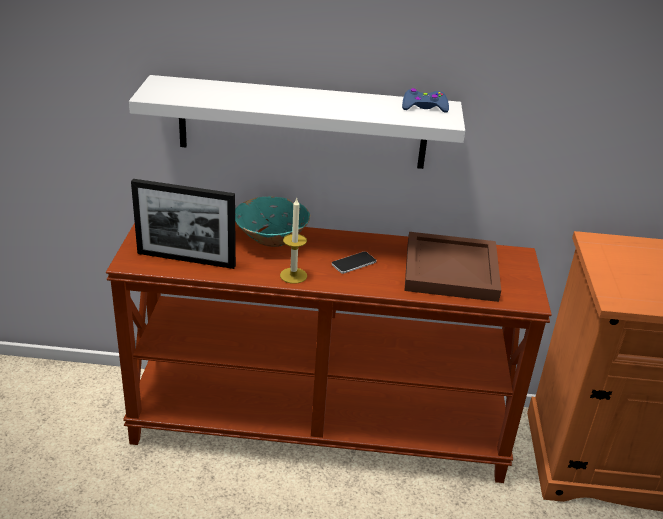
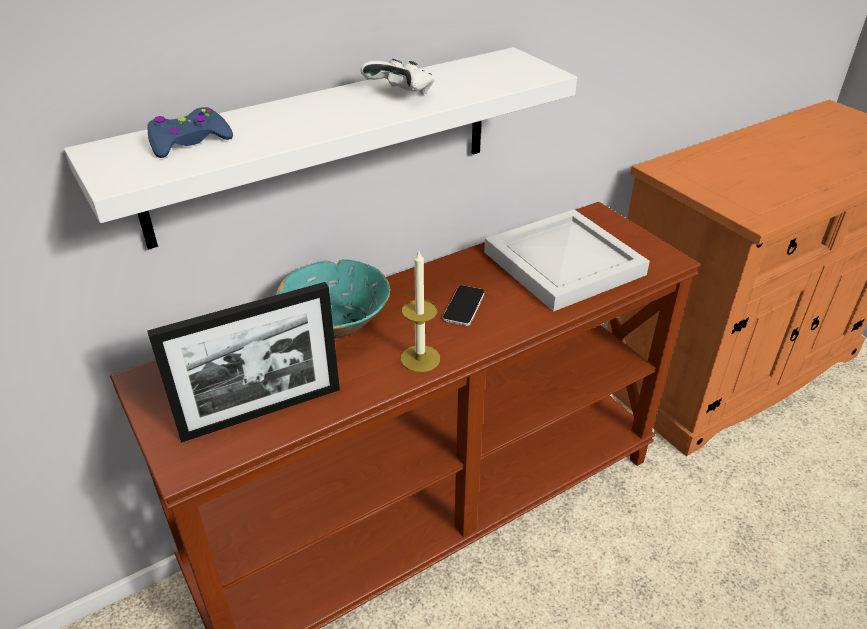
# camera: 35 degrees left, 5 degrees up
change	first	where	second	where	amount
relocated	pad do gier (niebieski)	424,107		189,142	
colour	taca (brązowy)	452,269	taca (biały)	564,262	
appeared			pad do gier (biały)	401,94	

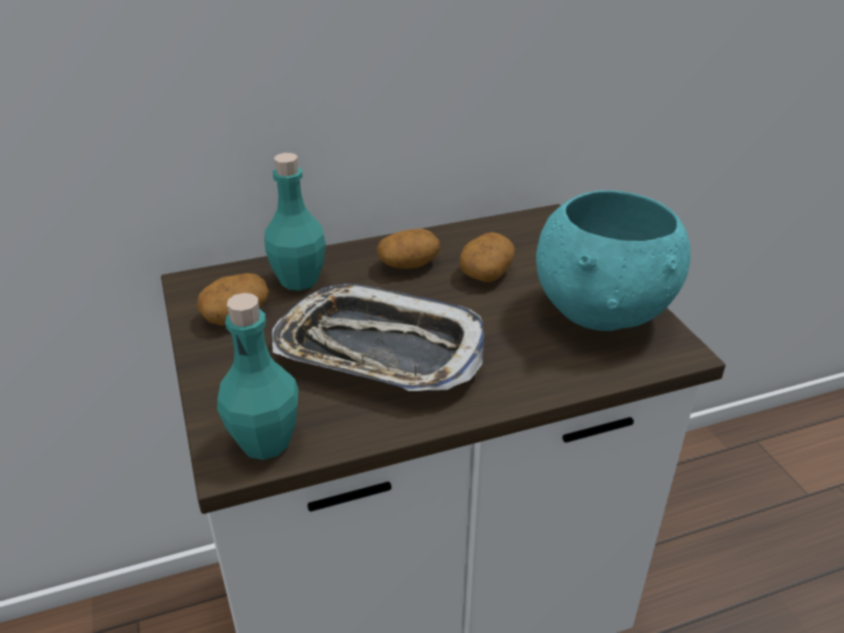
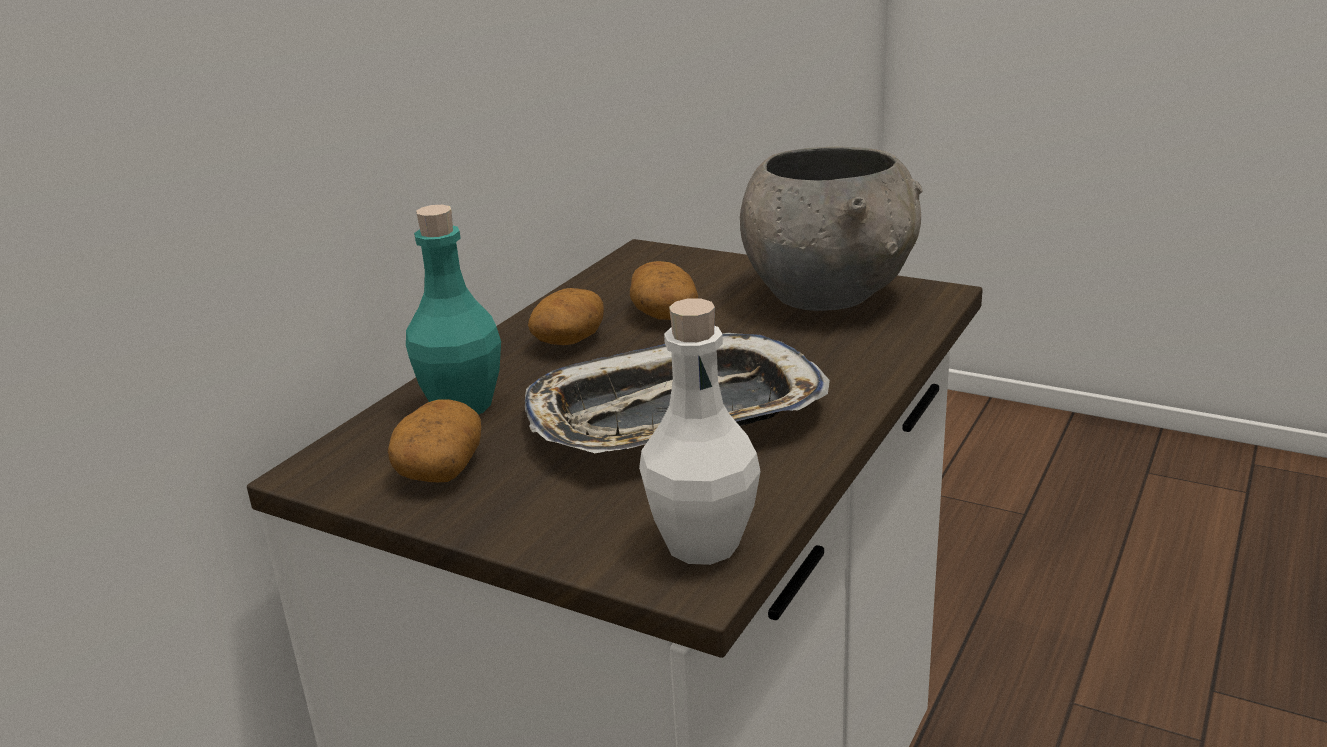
# camera: 40 degrees left, 10 degrees down
change	first	where	second	where	amount
colour	butelka (turkusowy)	265,442	butelka (biały)	702,544	
colour	miska (turkusowy)	603,313	miska (szary)	828,296	

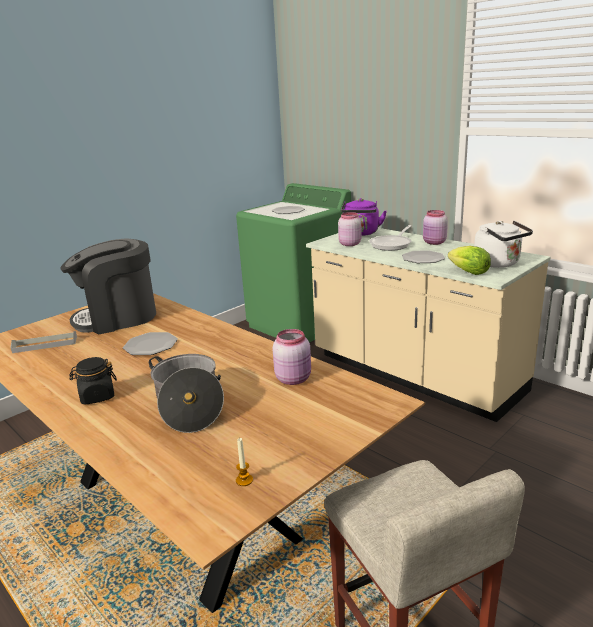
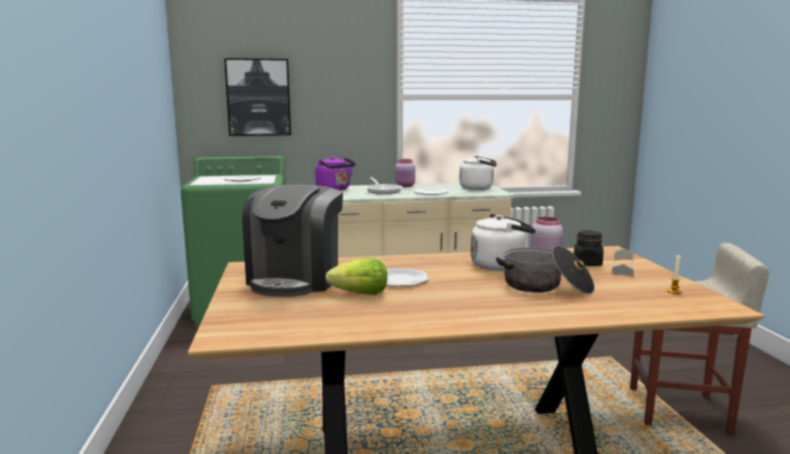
# camera: 55 degrees left, 10 degrees down
change	first	where	second	where	amount
relocated	taca (szary)	45,344		622,266	
relocated	słoik (czarny)	97,396		587,263	
missing	słoik (różowy)	349,244			
relocated	sałata	469,272		360,294	
appeared			obraz	258,97	
appeared			czajnik (biały)	500,265	

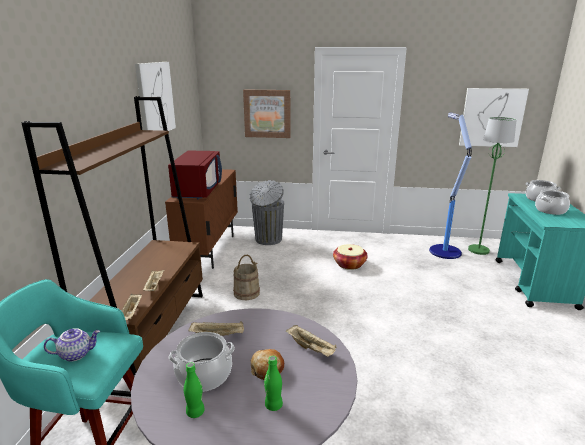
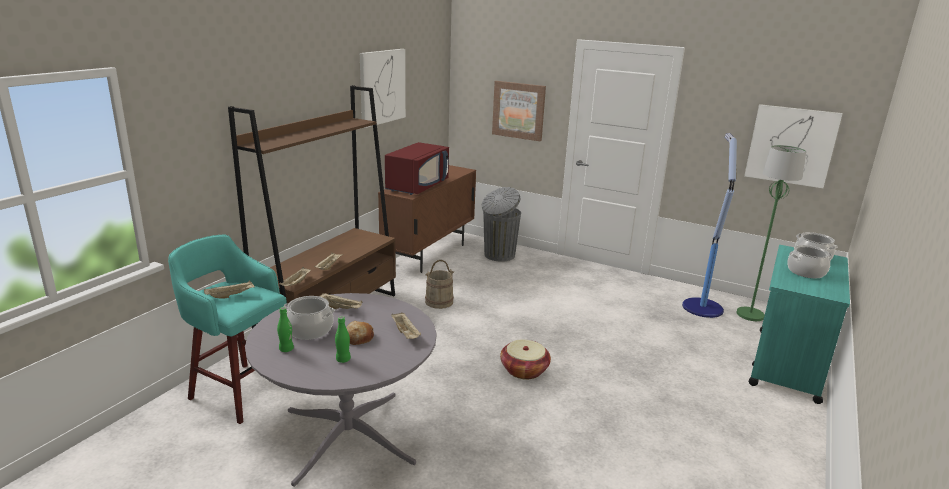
# camera: 20 degrees right, 0 degrees up
change	first	where	second	where	amount
exchanged	imbryk	76,354	taca (beżowy)	231,295	
relocated	koszyk	349,264		524,370	

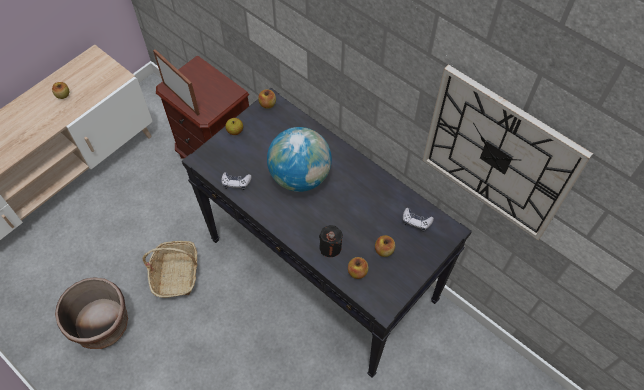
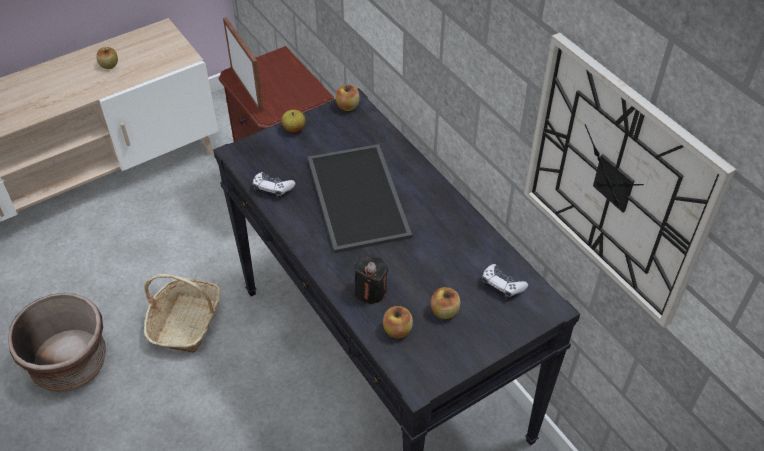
# camera: 15 degrees right, 10 degrees down
change	first	where	second	where	amount
exchanged	globus	300,177	taca	360,198	

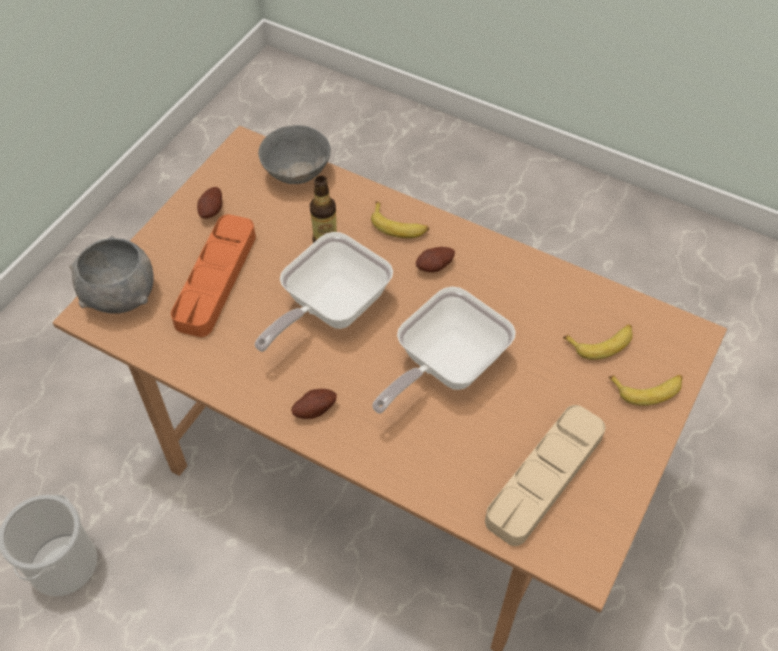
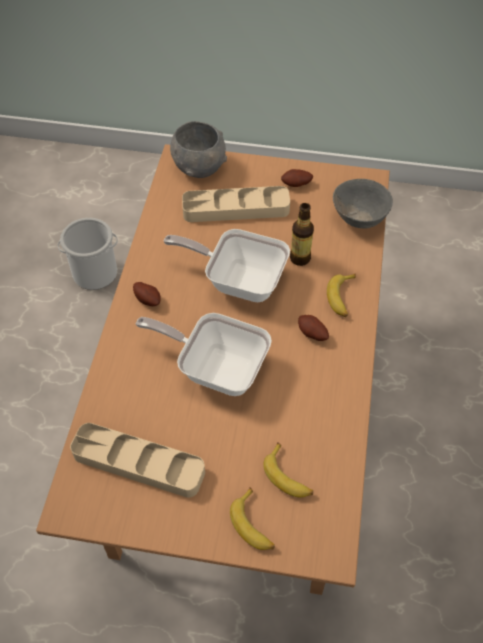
# camera: 70 degrees right, 0 degrees up
change	first	where	second	where	amount
colour	taca (pomarańczowy)	216,279	taca (beżowy)	236,208	

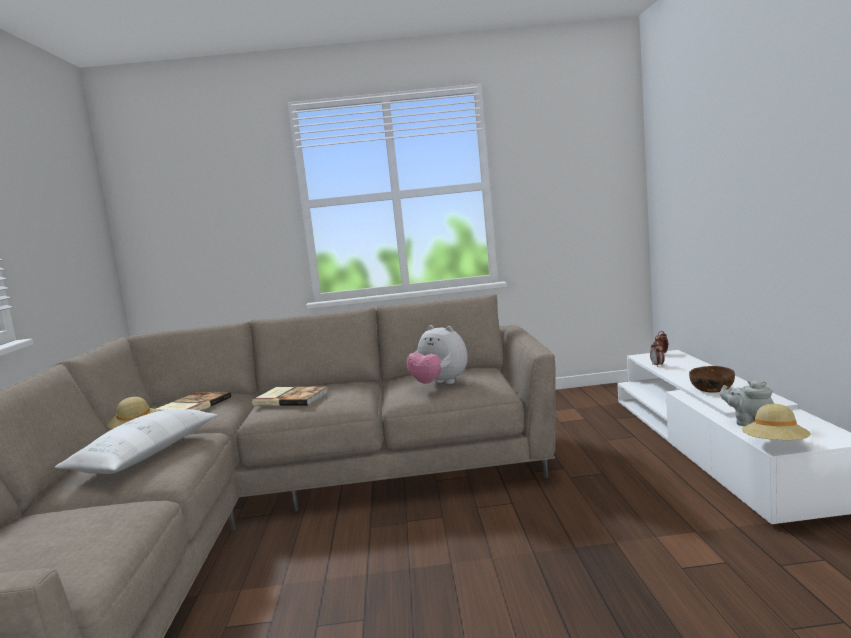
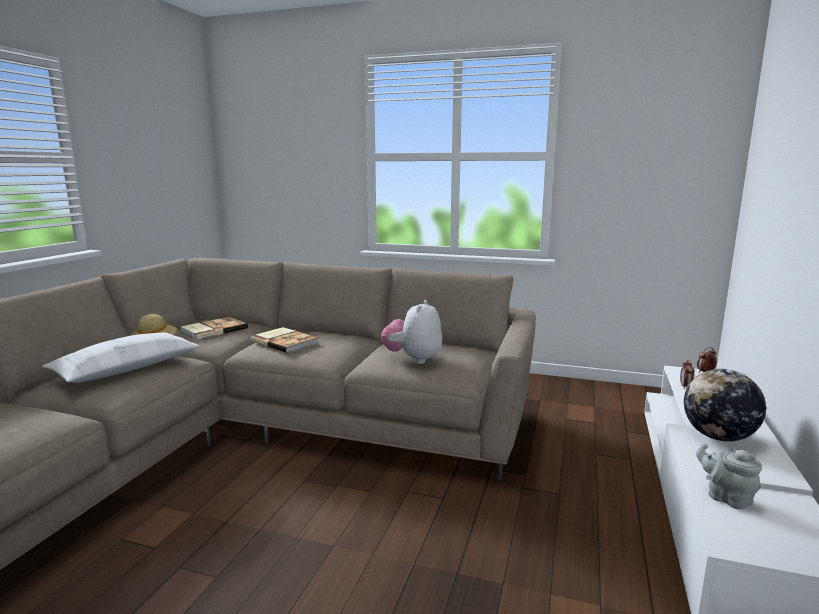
# camera: 20 degrees right, 5 degrees up
change	first	where	second	where	amount
spun	pluszak	439,384		413,359	45 degrees clockwise
exchanged	miska (brązowy)	711,389	globus	718,437	
missing	kapelusz (beżowy)	775,446			

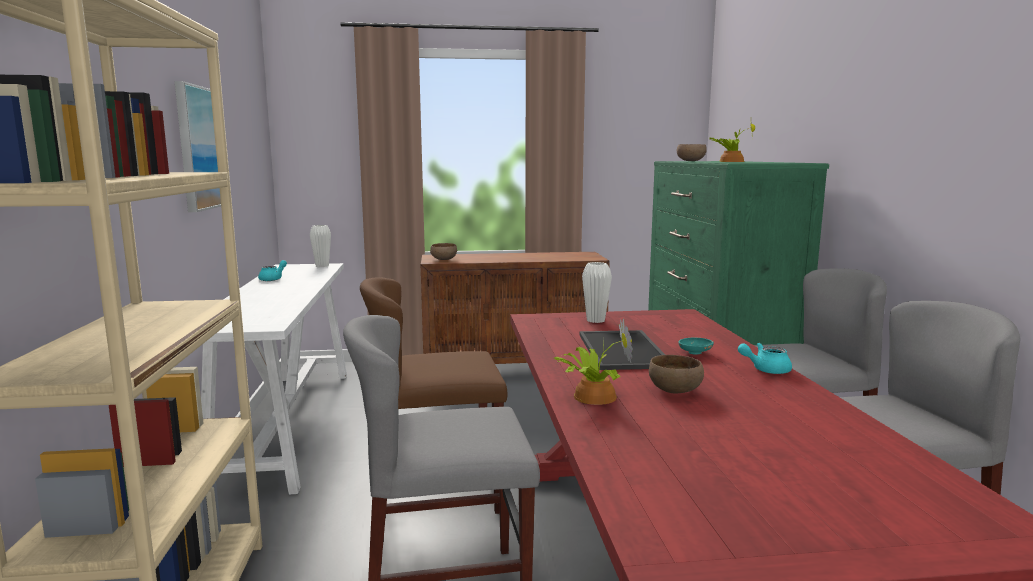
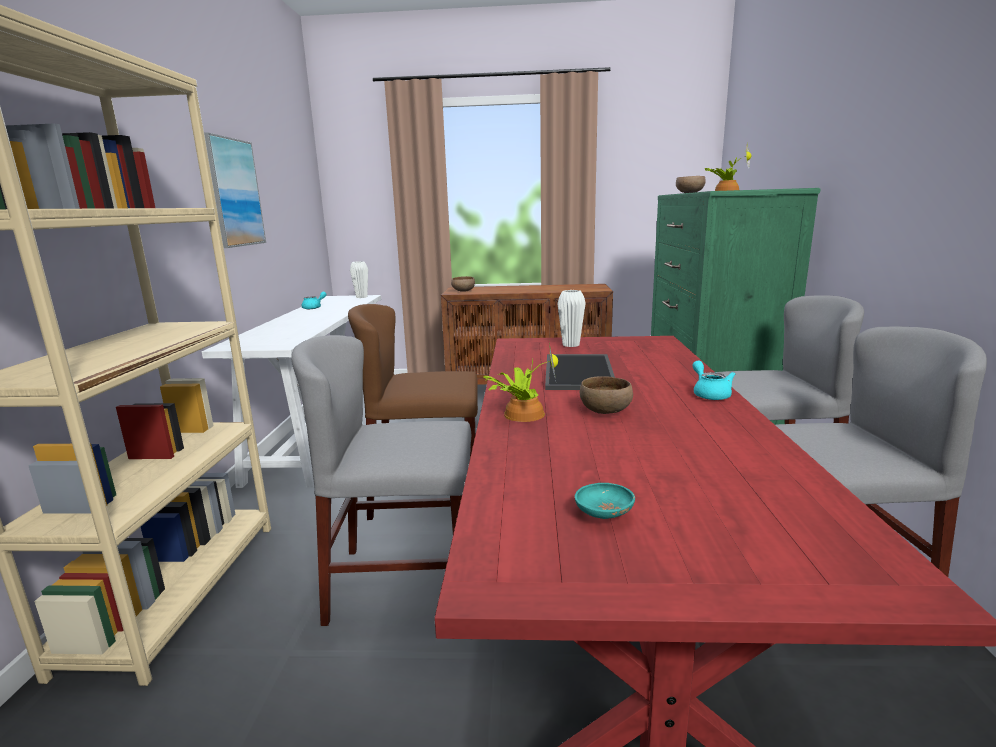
# camera: 10 degrees right, 5 degrees up
change	first	where	second	where	amount
relocated	miska (turkusowy)	695,353		603,515	
spun	imbryk (turkusowy)	765,370		709,394	75 degrees clockwise

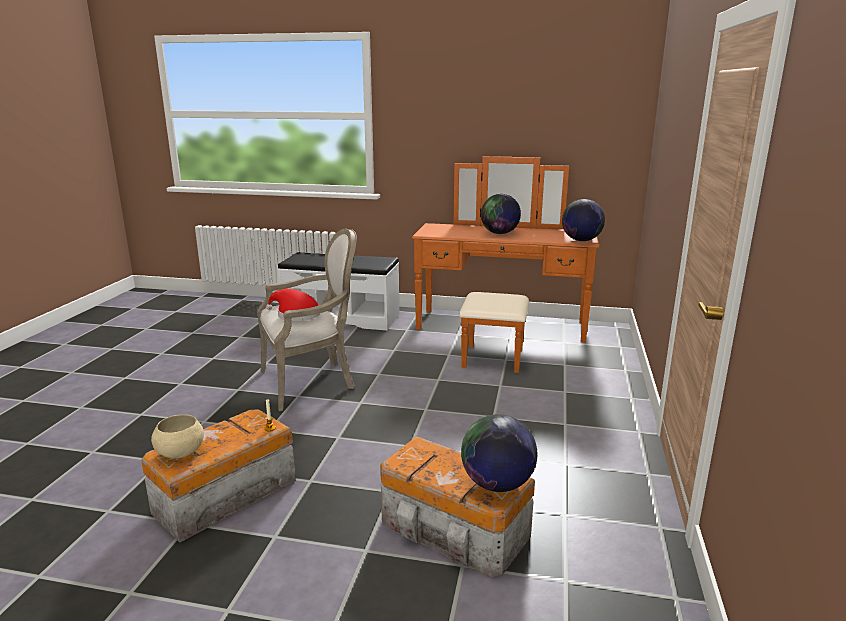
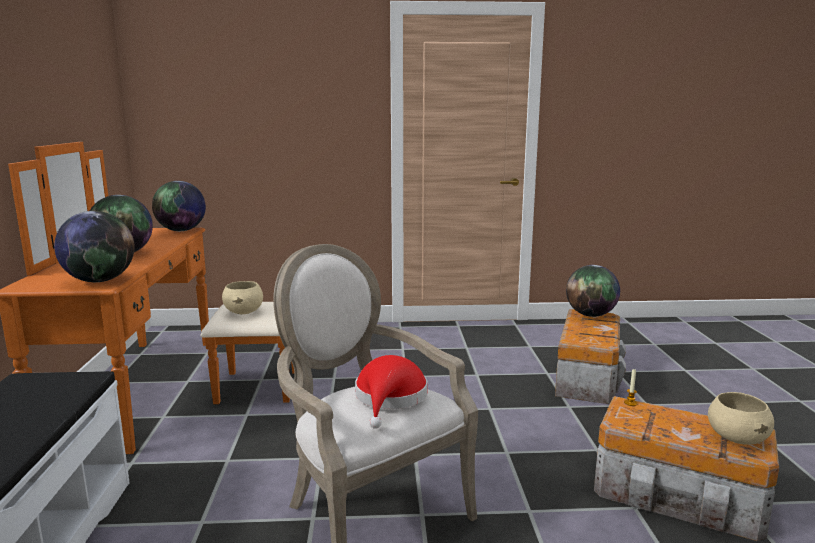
# camera: 105 degrees left, 5 degrees down
change	first	where	second	where	amount
appeared			globus	99,280	
appeared			miska (beżowy)	244,312	

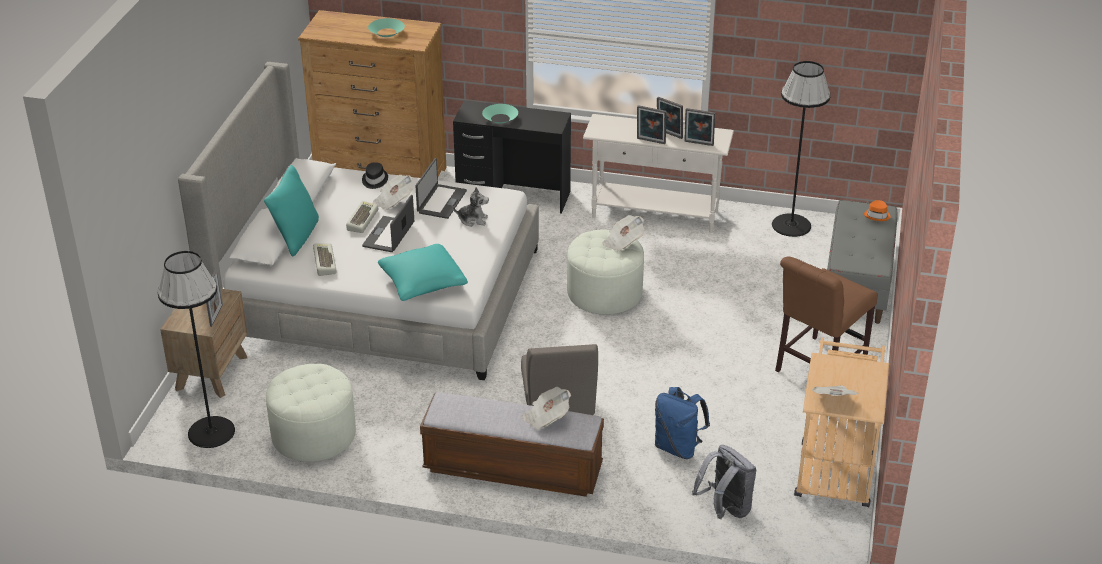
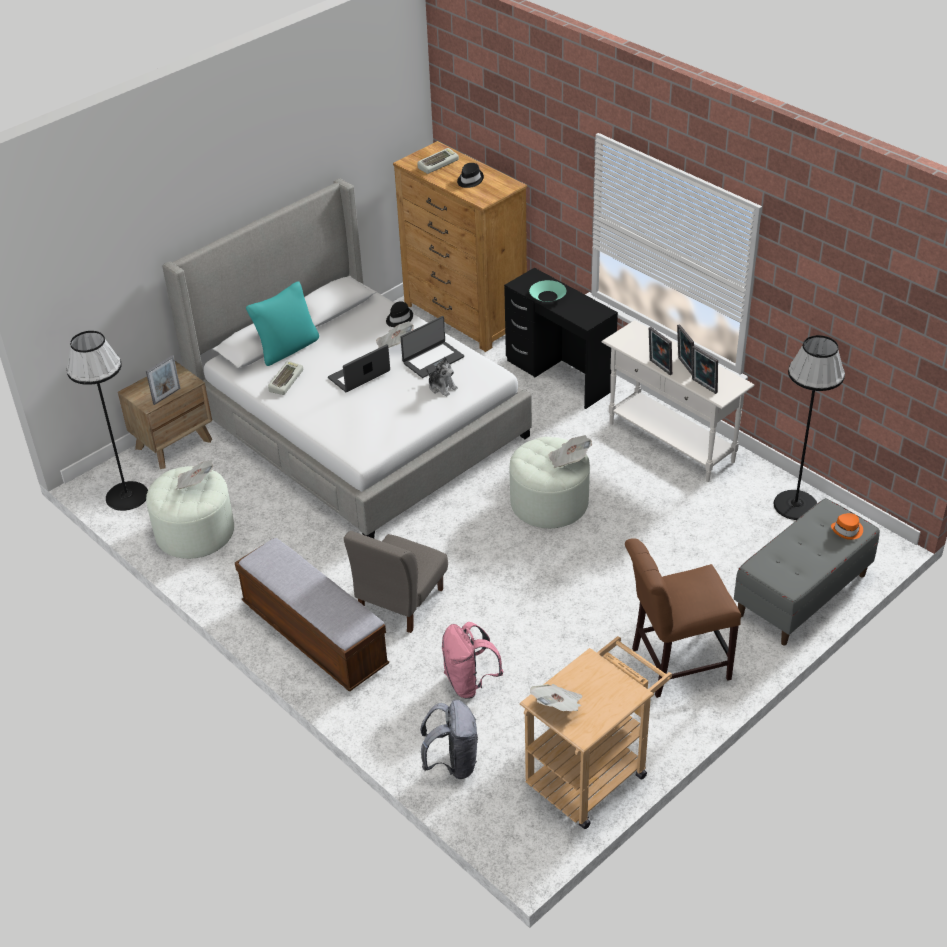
# camera: 35 degrees right, 5 degrees up
change	first	where	second	where	amount
relocated	klawiatura	361,220		438,164	
exchanged	miska (turkusowy)	386,32	kapelusz (czarny)	469,180	
missing	poduszka (turkusowy)	422,282			
relocated	gazeta	546,418		195,483	
colour	plecak (niebieski)	678,447	plecak (różowy)	469,683	

